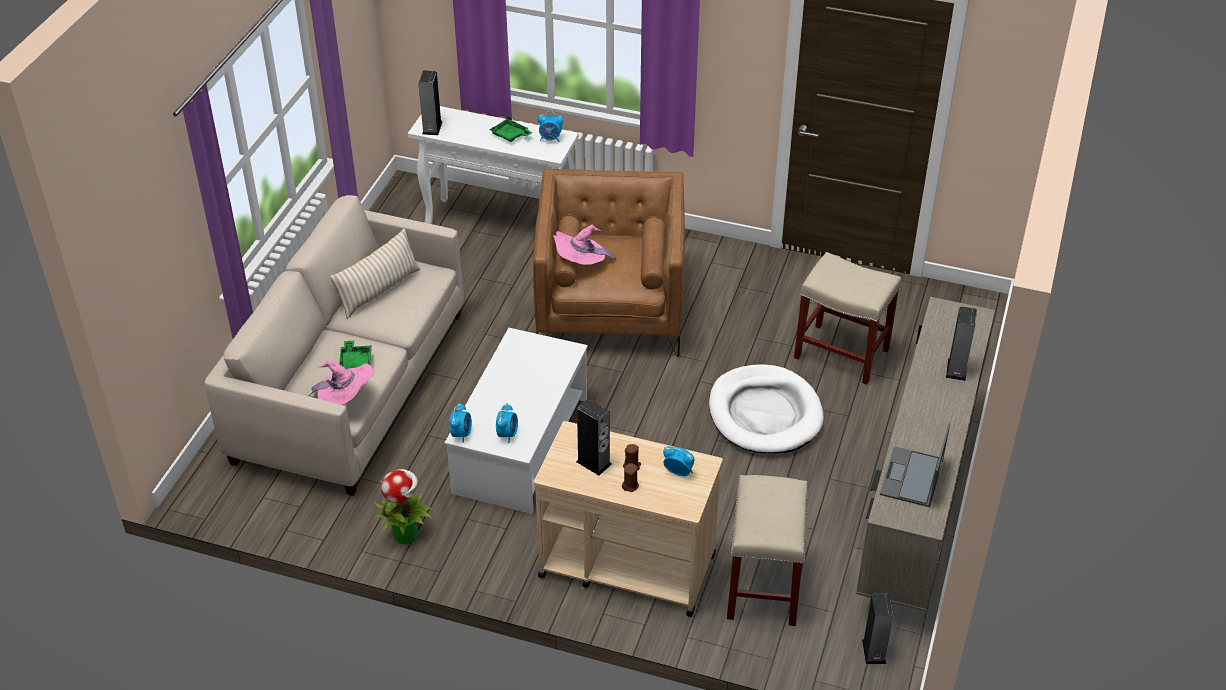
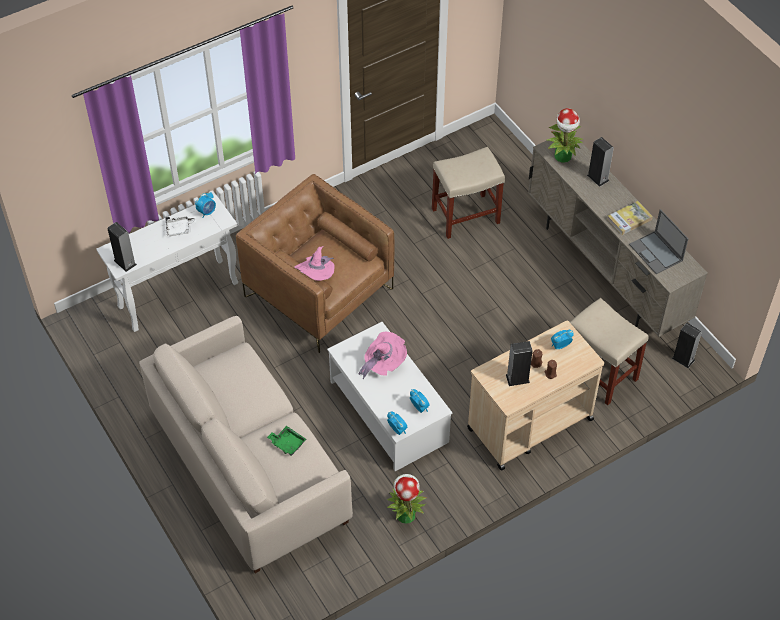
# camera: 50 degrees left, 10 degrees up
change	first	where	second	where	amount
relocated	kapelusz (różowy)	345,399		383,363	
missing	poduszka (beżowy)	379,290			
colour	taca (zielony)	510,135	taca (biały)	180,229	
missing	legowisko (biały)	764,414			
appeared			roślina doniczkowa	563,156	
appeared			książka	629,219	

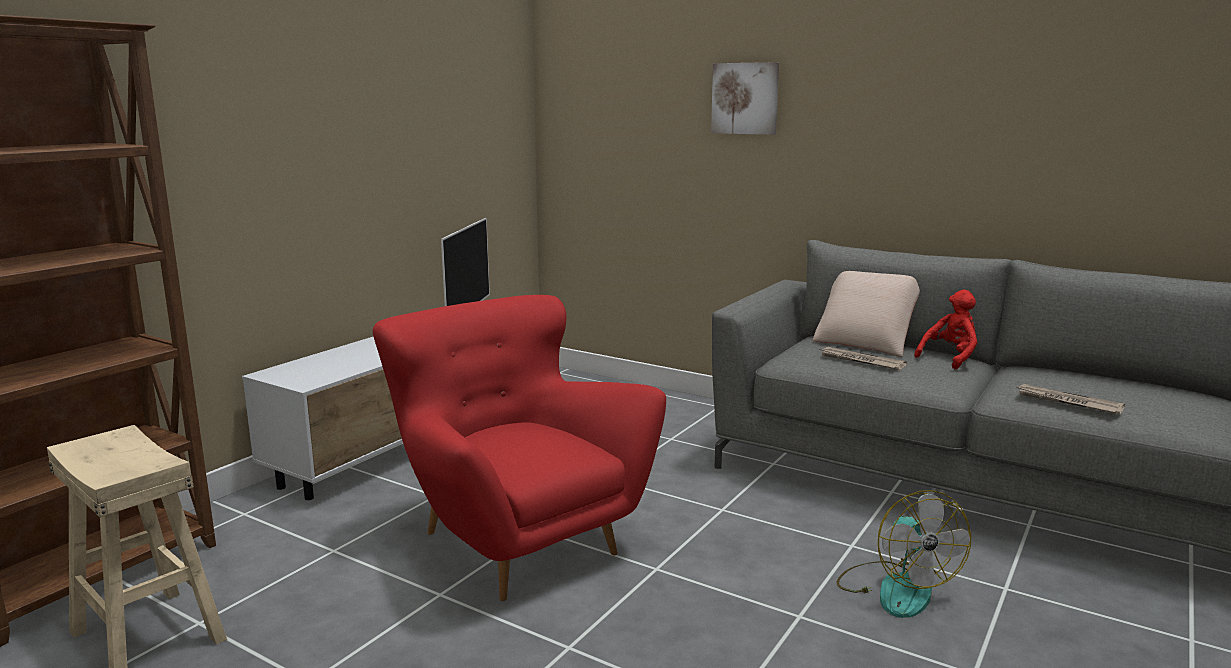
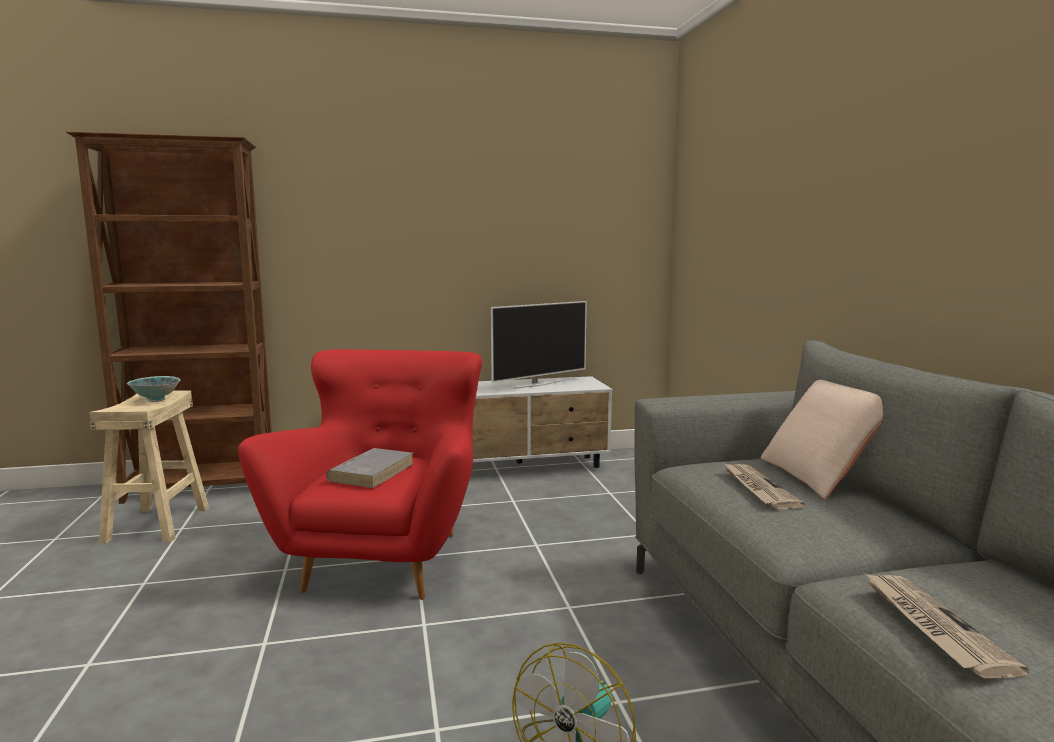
# camera: 45 degrees right, 5 degrees down
change	first	where	second	where	amount
missing	obraz	745,98			
missing	pluszak (czerwony)	949,358			
appeared			miska	155,400	
appeared			książka (szary)	372,472	

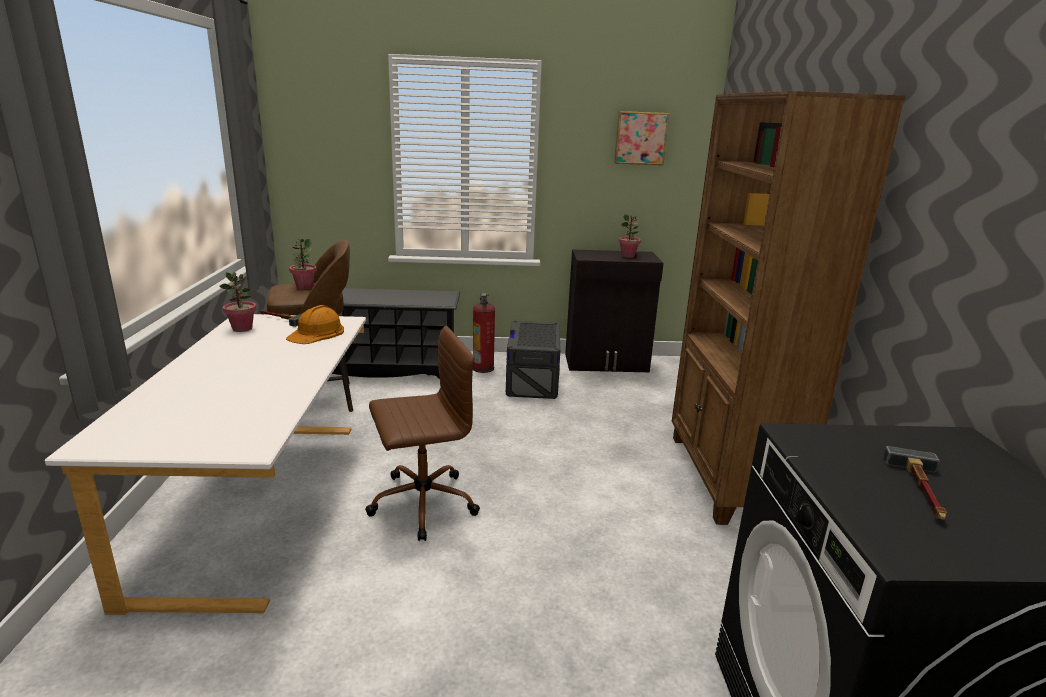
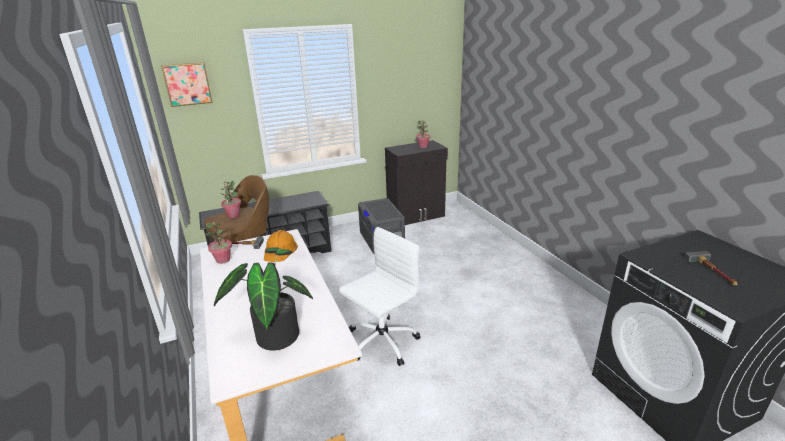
# camera: 20 degrees left, 5 degrees up
change	first	where	second	where	amount
colour	krzesło biurowe (brązowy)	421,503	krzesło biurowe (biały)	381,342	
missing	gaśnica	483,368			
relocated	obraz	640,138		187,84	
missing	regał (brązowy)	728,478			
appeared			roślina doniczkowa	274,335	

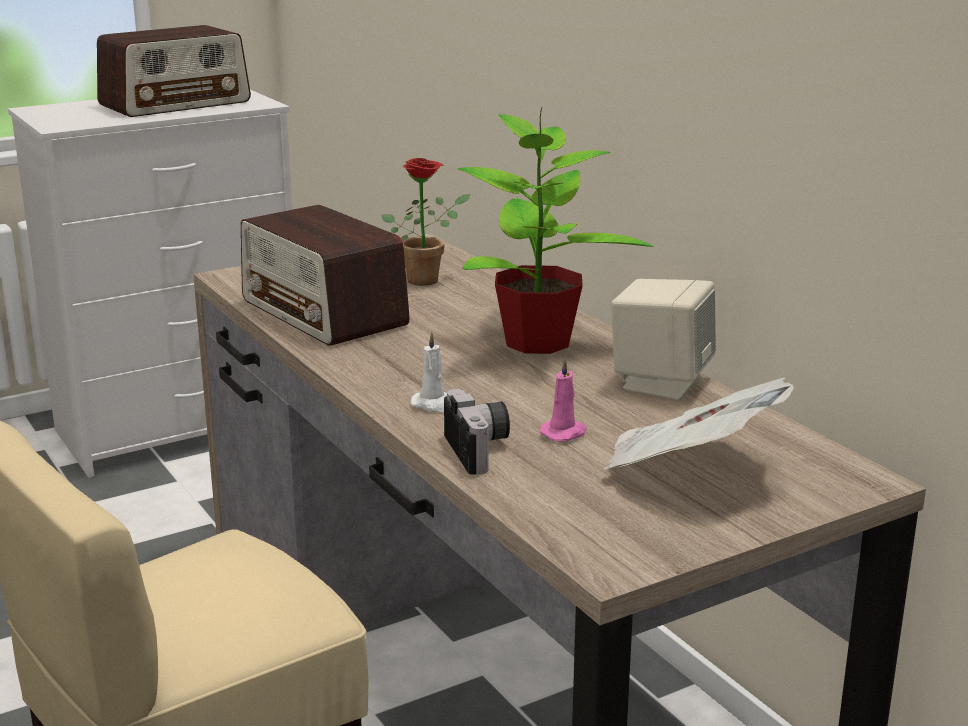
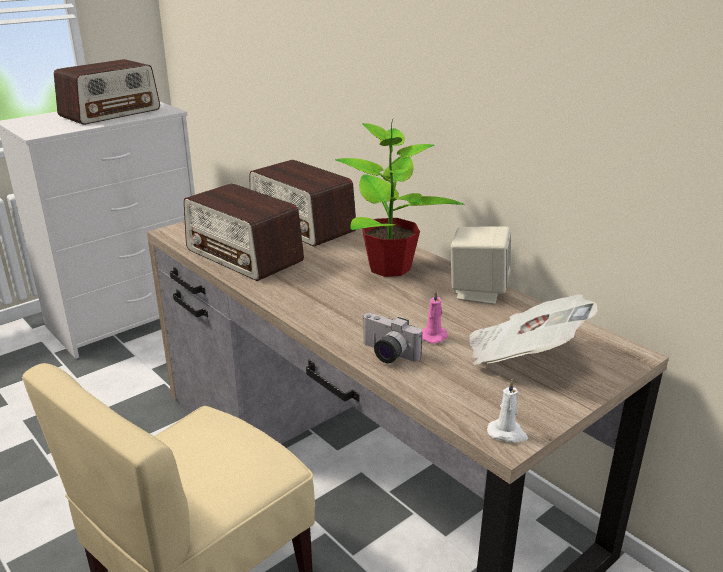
# camera: 10 degrees left, 5 degrees up
change	first	where	second	where	amount
exchanged	roślina doniczkowa	428,279	radio	302,225	
relocated	świeca (biały)	434,405		507,433	
spun	aparat fotograficzny	481,450		386,354	150 degrees clockwise

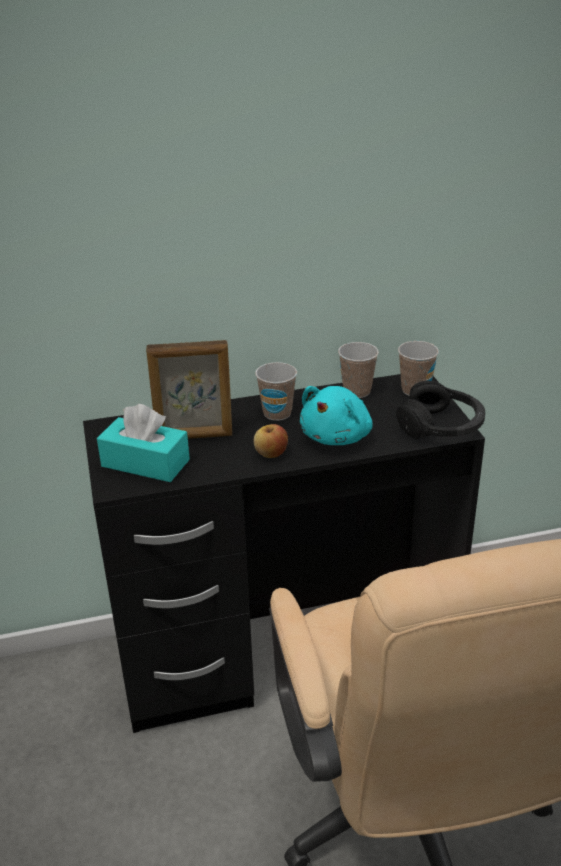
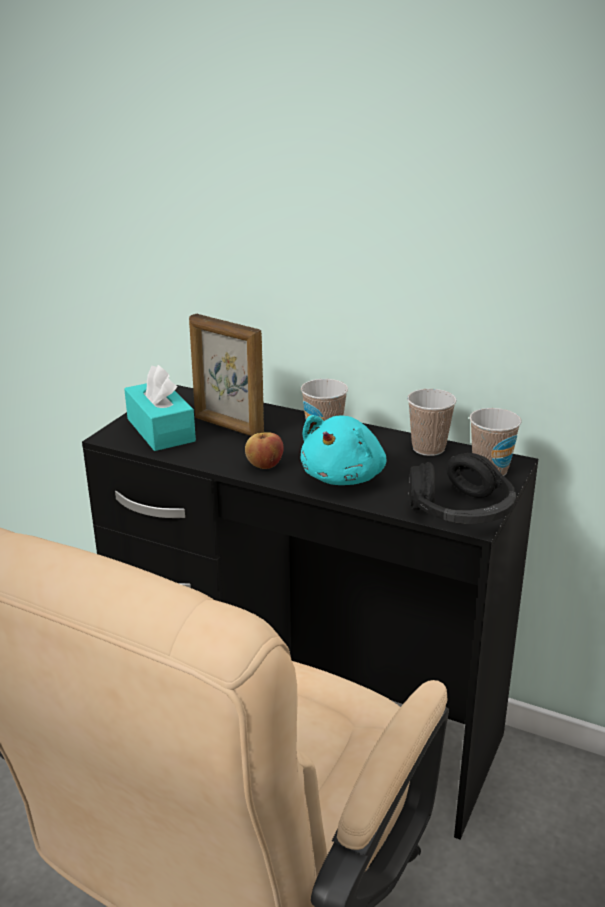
# camera: 40 degrees right, 5 degrees down
change	first	where	second	where	amount
spun	pluszak (turkusowy)	338,436		345,477	45 degrees counterclockwise

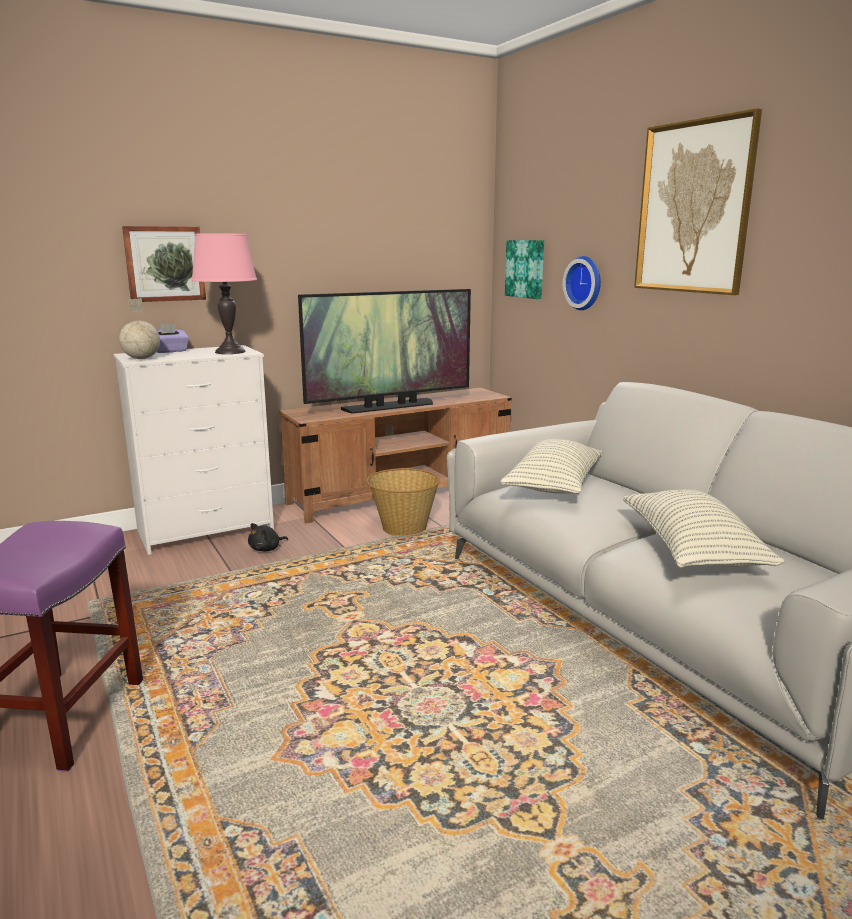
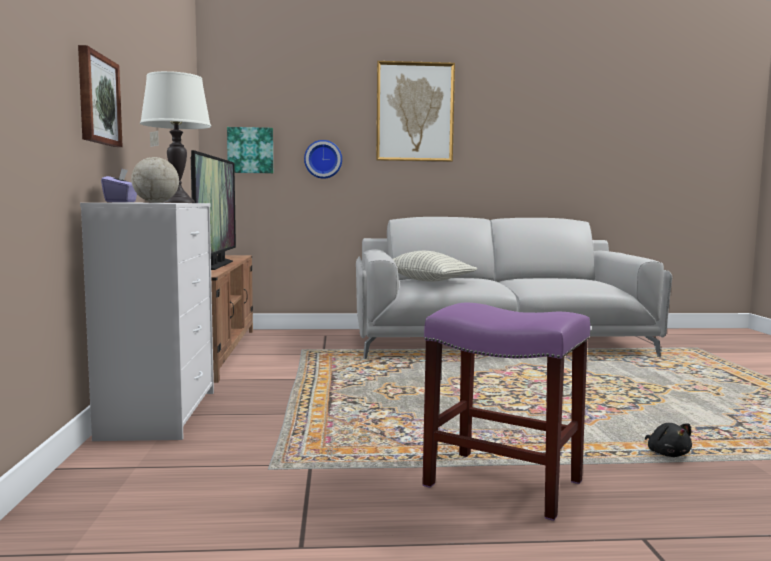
# camera: 65 degrees left, 10 degrees down
change	first	where	second	where	amount
colour	lampa stołowa (różowy)	230,352	lampa stołowa (biały)	178,202	
relocated	pluszak (czarny)	266,549		667,454	
missing	koszyk	403,528			
missing	poduszka	691,550			

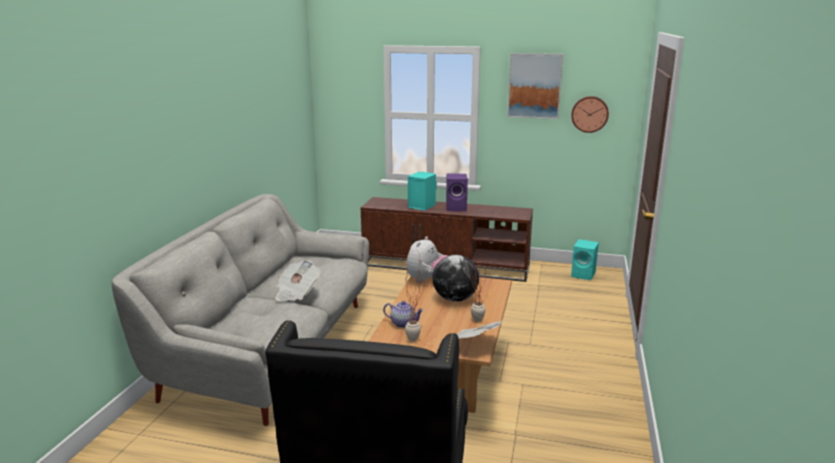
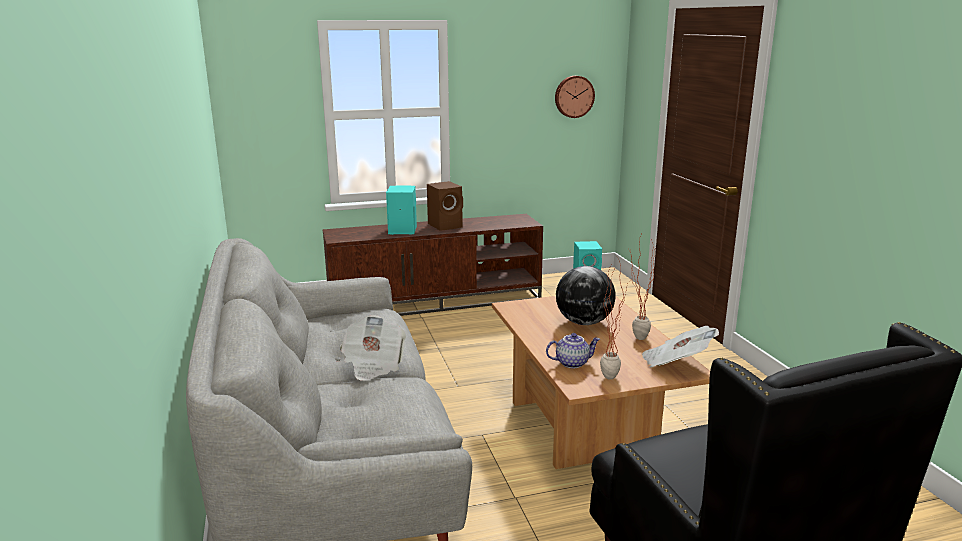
# camera: 30 degrees left, 0 degrees up
change	first	where	second	where	amount
missing	pluszak	427,280			
colour	głośnik (fioletowy)	457,208	głośnik (brązowy)	446,225	
missing	obraz	534,85			

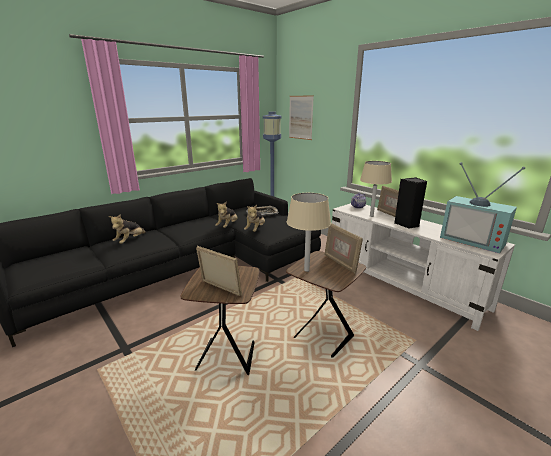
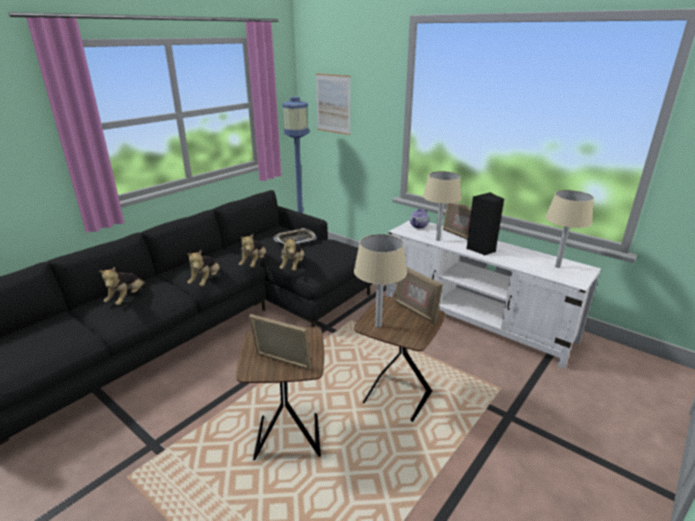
# camera: 10 degrees left, 5 degrees up
change	first	where	second	where	amount
exchanged	telewizor	473,240	lampa stołowa (beżowy)	557,266	
appeared			pluszak	206,281	

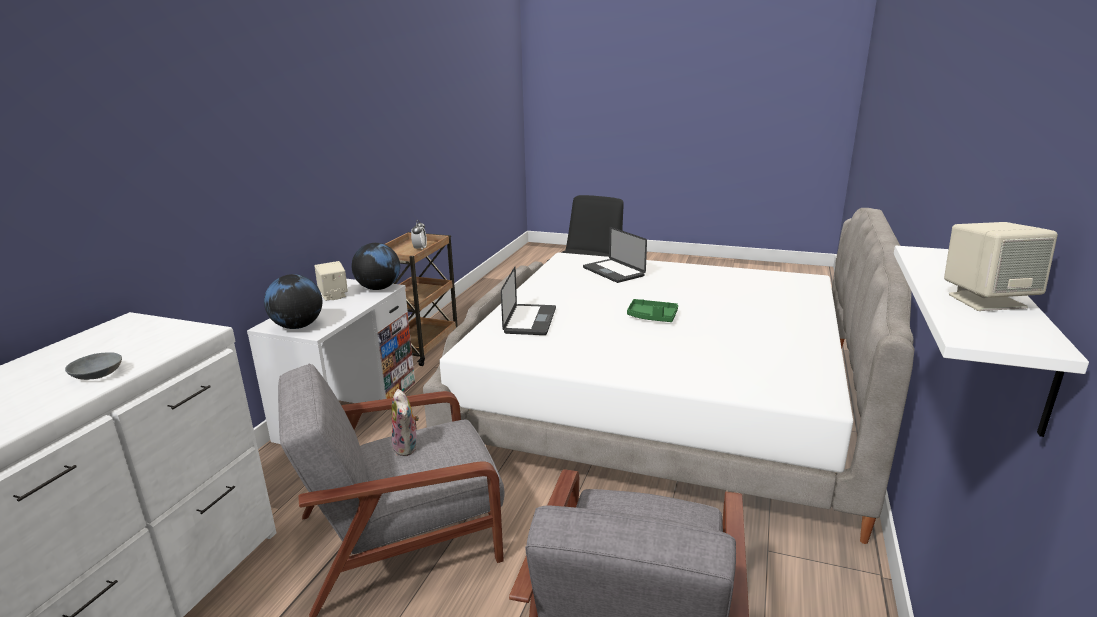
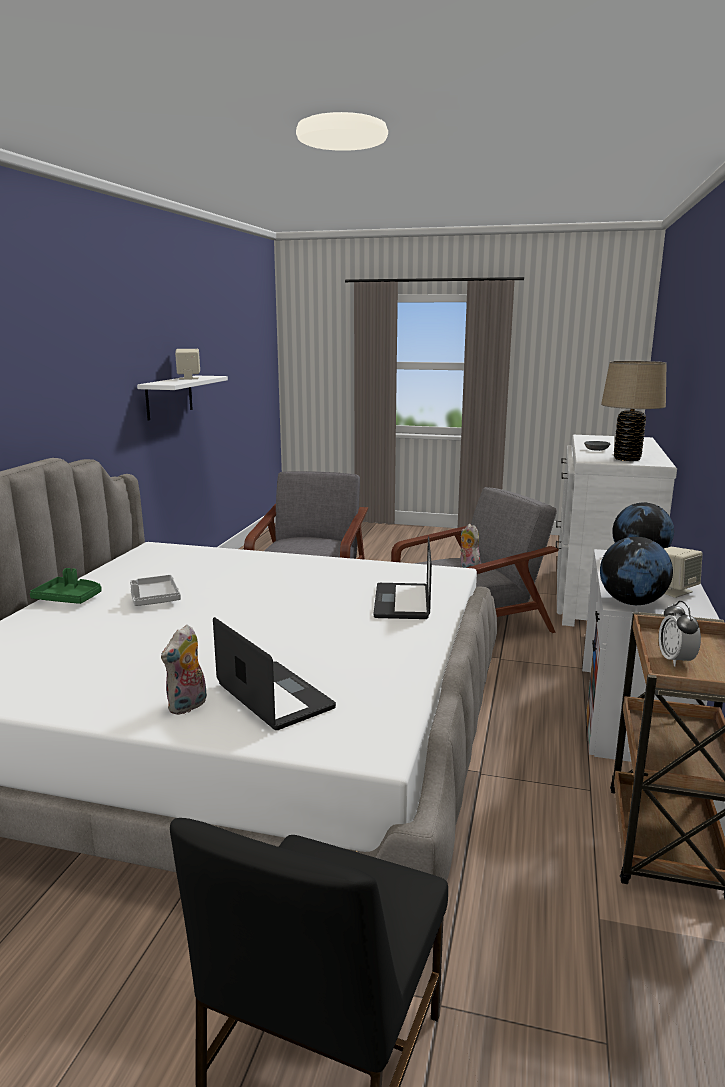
# camera: 175 degrees right, 5 degrees down
change	first	where	second	where	amount
relocated	taca (zielony)	652,317		69,598	
appeared			taca (szary)	154,599	
appeared			pluszak	188,706	
appeared			lampa stołowa (beżowy)	627,459	

